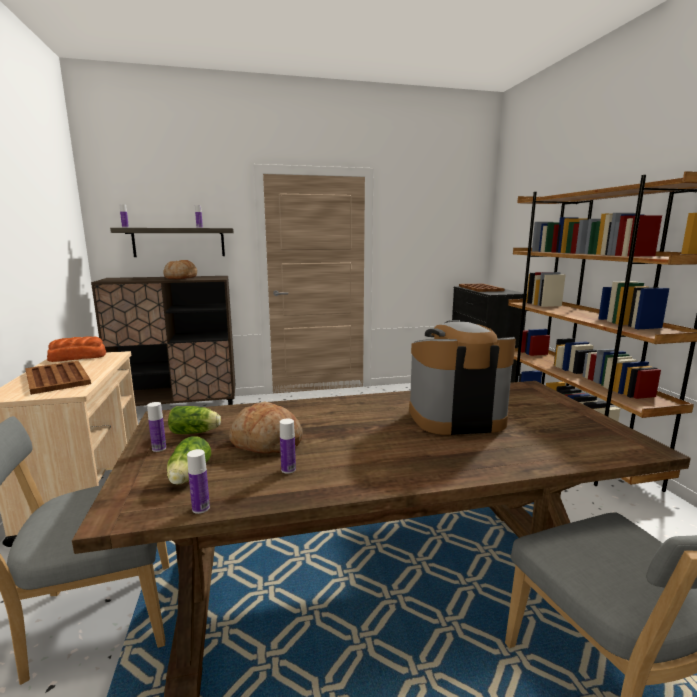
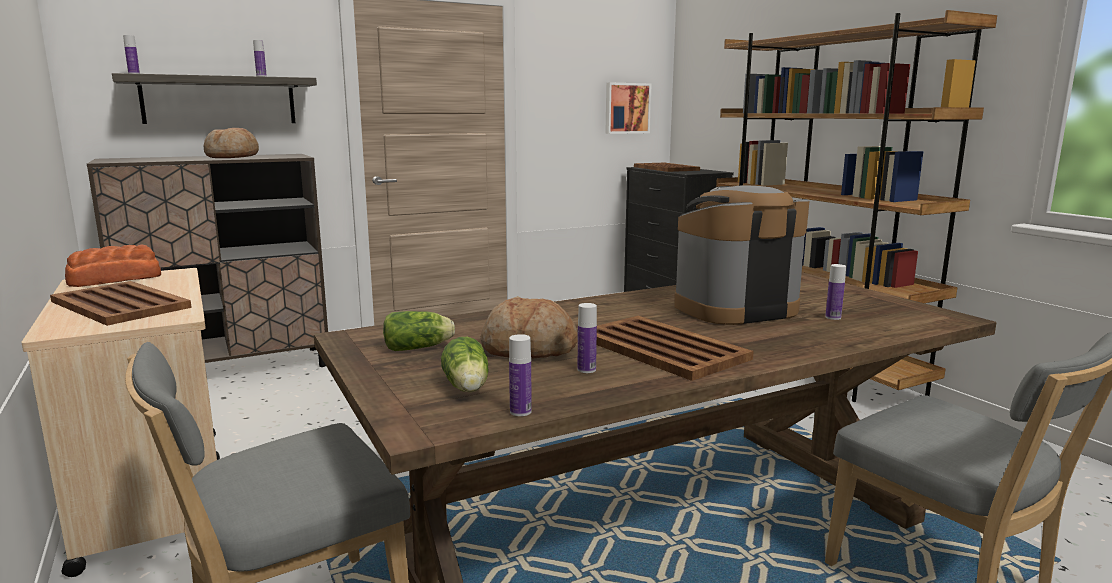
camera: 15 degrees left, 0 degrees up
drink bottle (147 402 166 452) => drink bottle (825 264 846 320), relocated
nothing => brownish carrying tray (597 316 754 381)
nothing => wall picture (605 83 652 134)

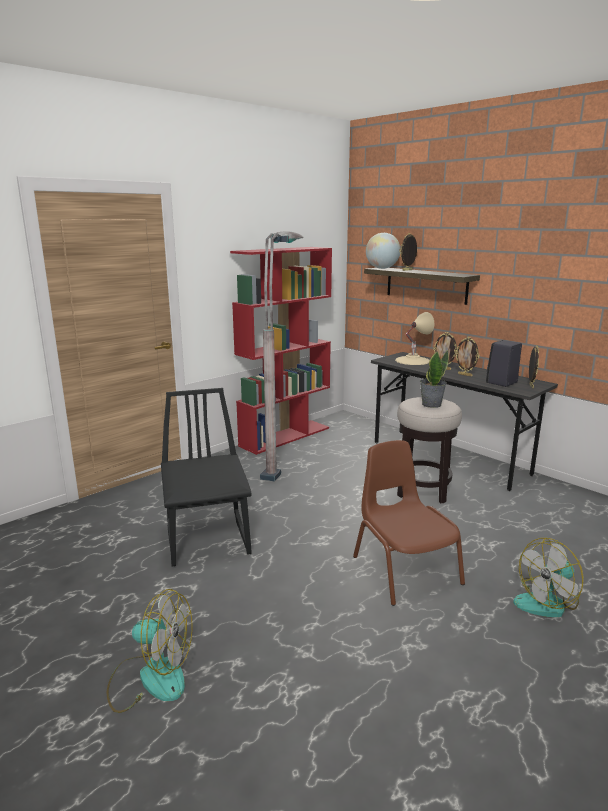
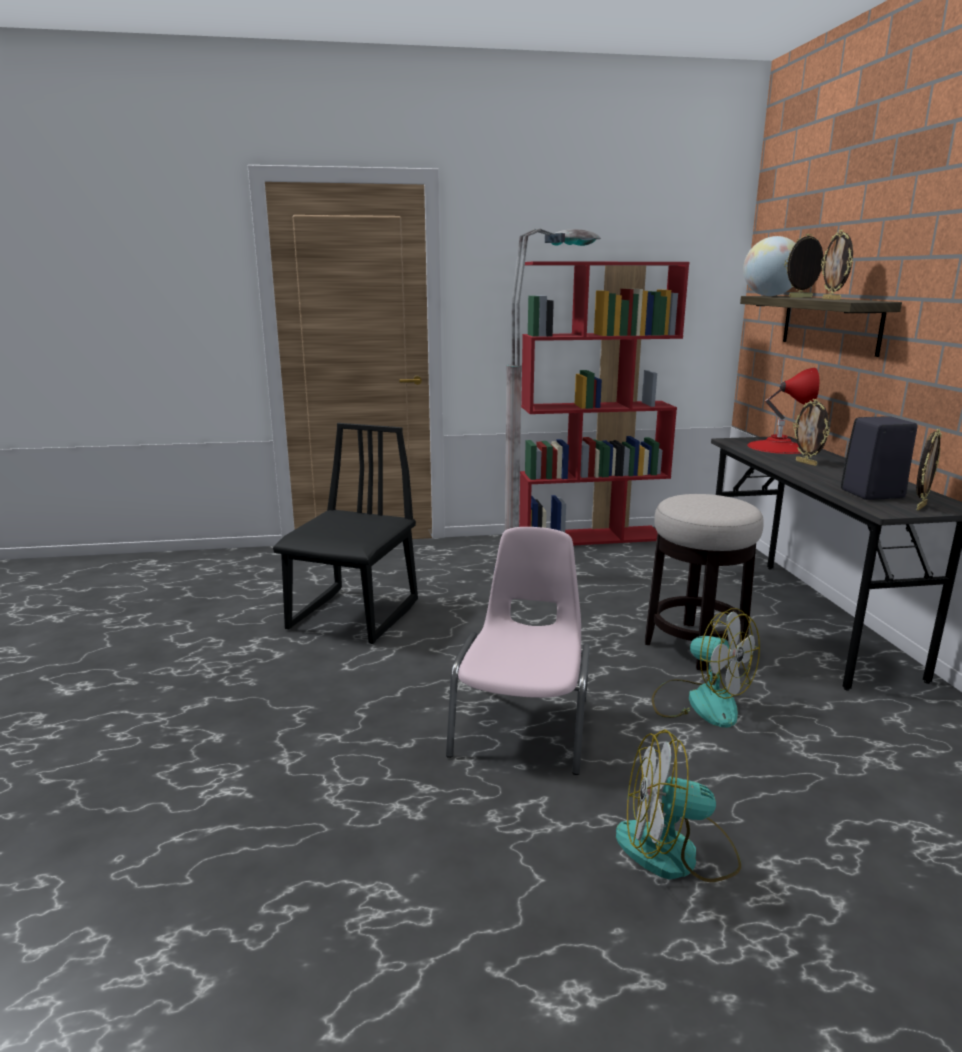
camera: 35 degrees right, 0 degrees up
electric fan (107 589 192 713) => electric fan (652 608 760 728), relocated
brownish chair (353 440 465 606) => pink chair (446 527 590 775)
sand-coloured tabletop lamp (395 312 434 365) => red tabletop lamp (747 368 819 454)
potted plant (420 350 449 408) => nothing
picture frame (455 337 480 376) => picture frame (821 230 853 300), relocated

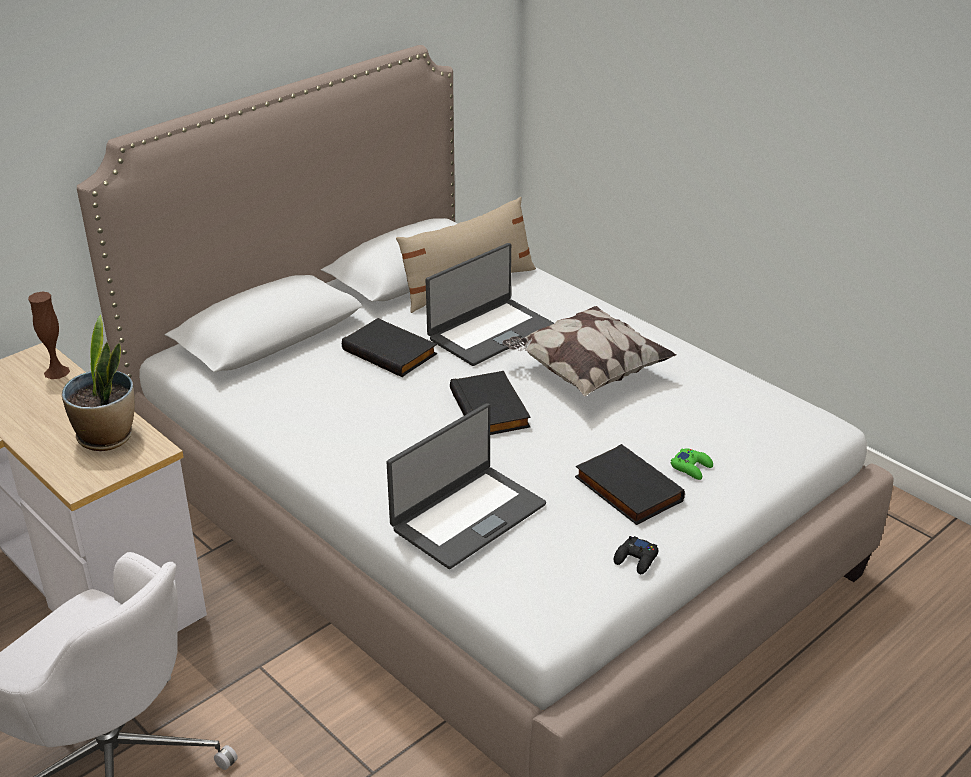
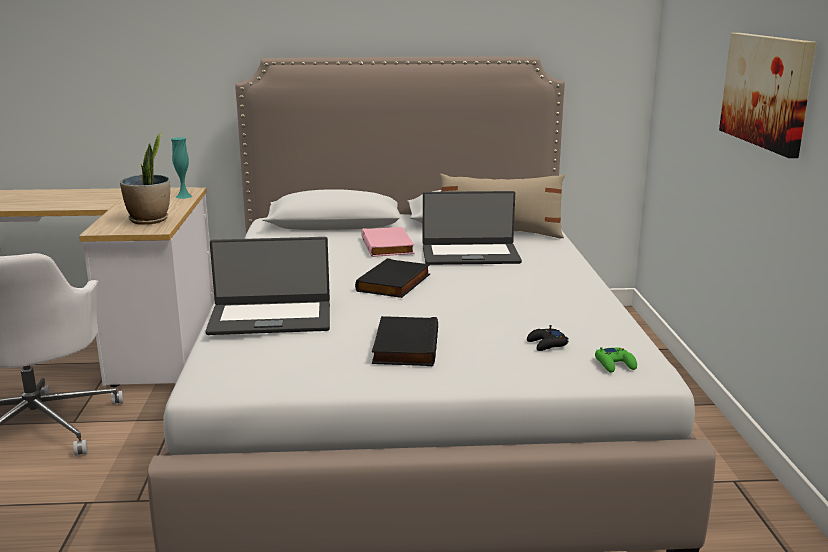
camera: 40 degrees right, 15 degrees down
brownish flower vase (28 292 70 379) => turquoise flower vase (171 137 193 199)
black-coloured book (342 318 437 377) => pink book (361 227 414 257)
cushion (502 306 677 396) => nothing
black-coloured game controller (614 536 658 574) => black-coloured game controller (527 325 569 351), relocated
green game controller (670 448 713 480) => green game controller (595 347 637 373), relocated
nothing => wall picture (719 33 817 158)

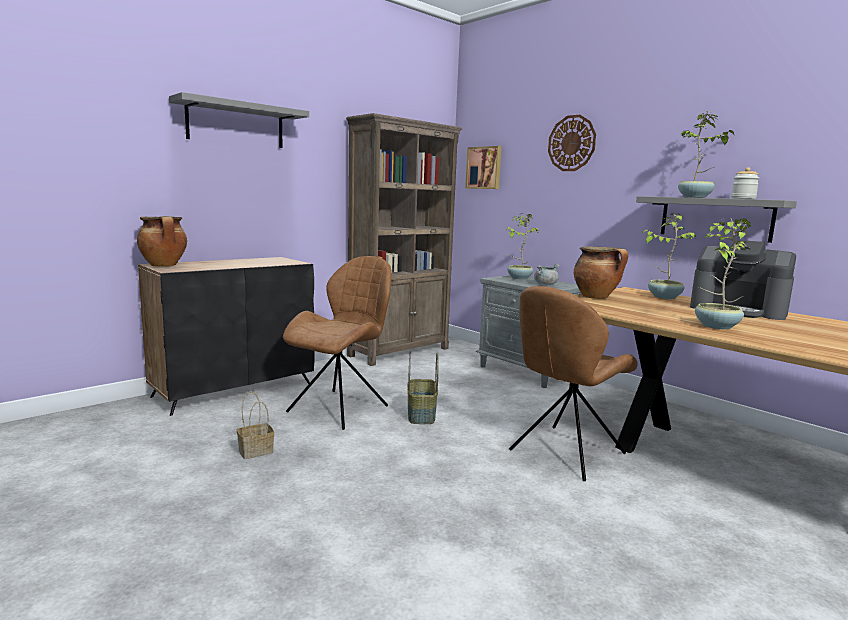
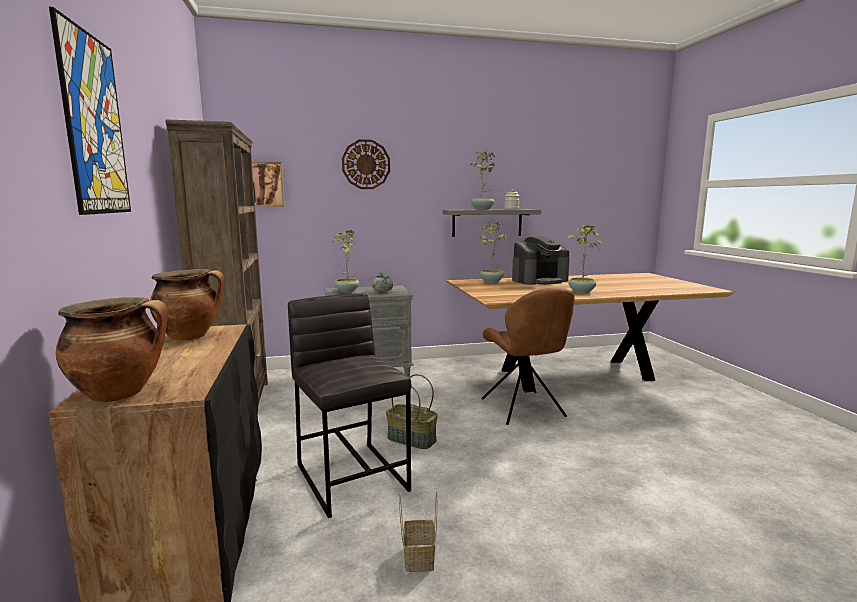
camera: 60 degrees left, 0 degrees up
grey wall shelf (169 92 309 148) => wall picture (49 7 131 215)
brownish chair (283 256 392 430) => grey sitting stool (288 294 411 518)
saucepot (574 247 628 299) => saucepot (150 269 224 341), relocated

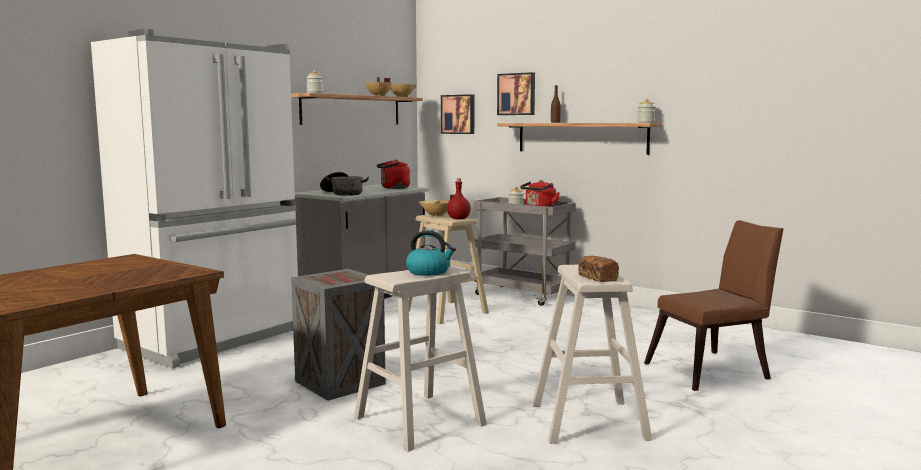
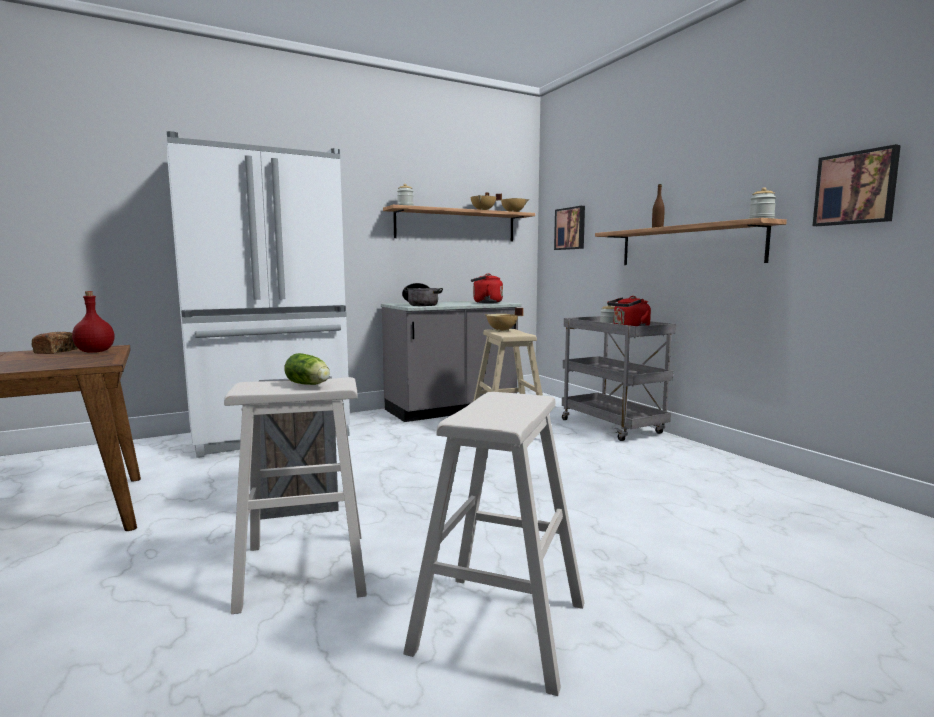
camera: 25 degrees right, 0 degrees up
kettle (406 230 456 276) => lettuce (285 353 330 385)
red drink bottle (447 178 471 219) => red drink bottle (72 291 115 353), relocated
wall picture (497 72 535 115) => wall picture (813 144 901 226), relocated
bread (578 256 619 282) => bread (31 332 78 354), relocated
brownish chair (644 220 784 391) => nothing

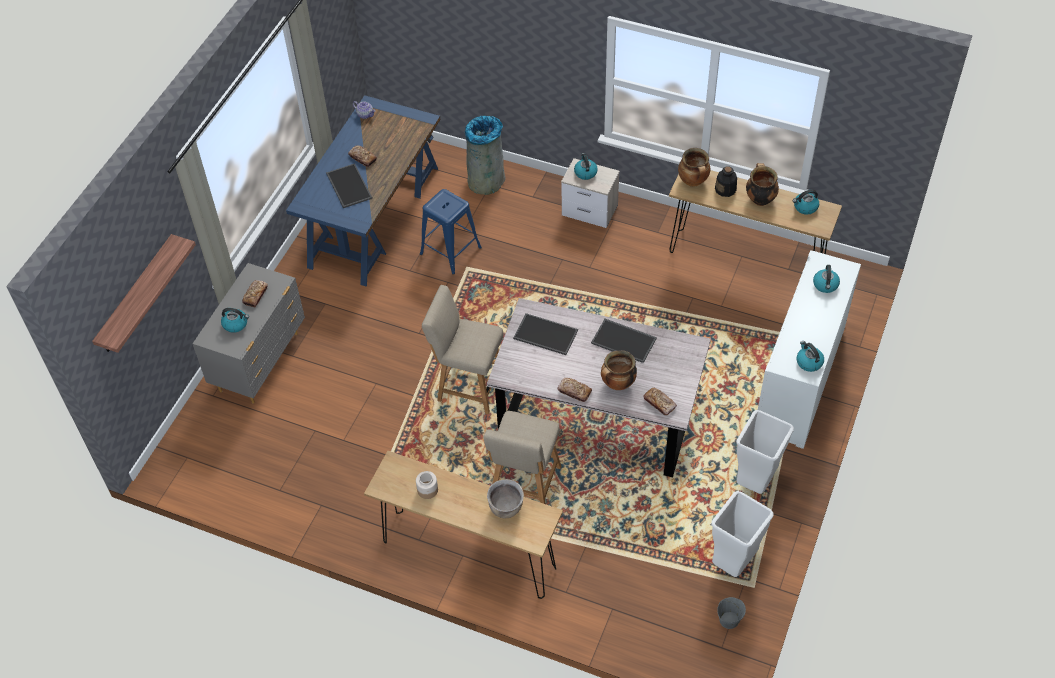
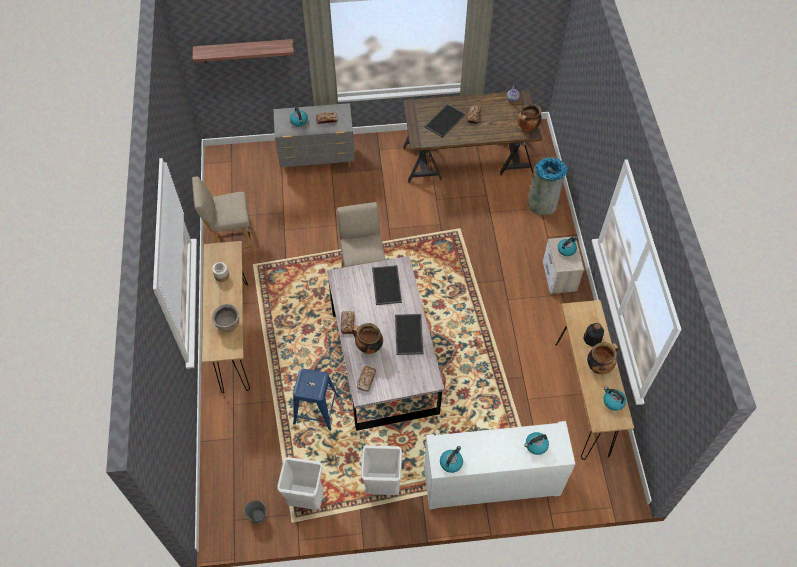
camera: 60 degrees right, 5 degrees up
blue-coloured desk (286 95 440 286) => brownish desk (403 90 542 183)
blue-coloured sitting stool (420 189 482 275) => blue-coloured sitting stool (293 369 339 431), relocated
sand-coloured chair (483 411 562 504) => sand-coloured chair (192 176 256 255), relocated
saucepot (678 148 710 187) => saucepot (517 103 542 132), relocated

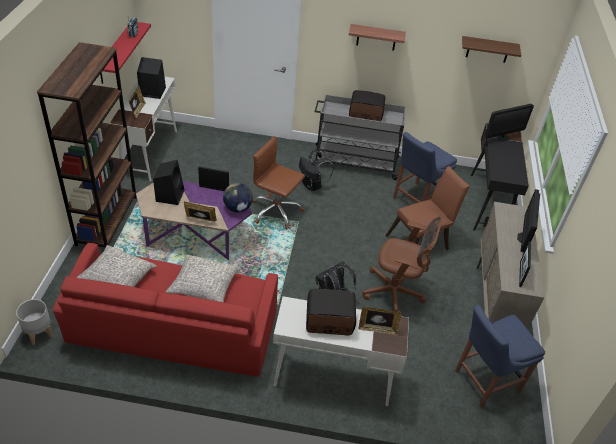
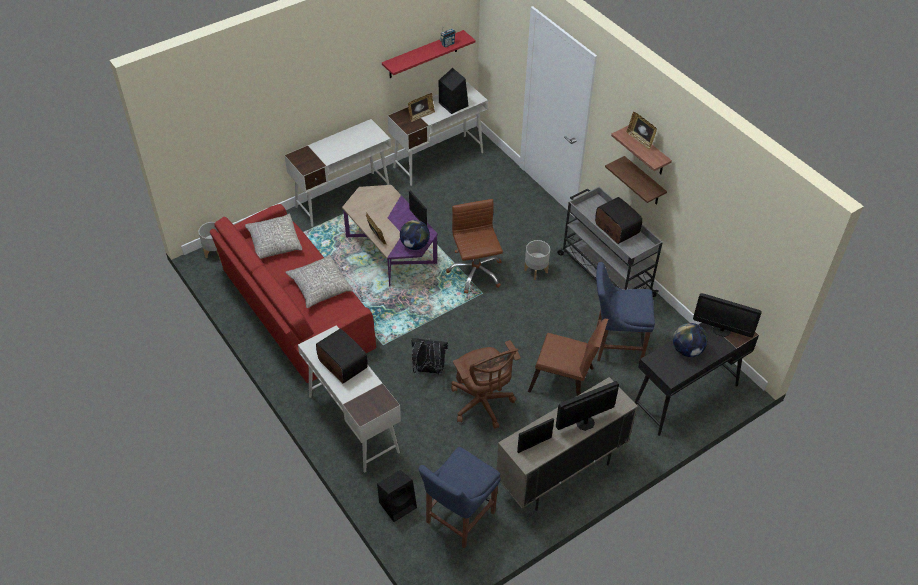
camera: 50 degrees right, 5 degrees up
brownish bookcase (37 42 137 248) => whitish desk (285 119 391 227)
black-coloured audio speaker (153 160 184 205) => black-coloured audio speaker (377 470 417 522), relocated
black-coloured backpack (299 149 333 191) => grey planter (524 240 550 280)
picture frame (359 307 402 336) => picture frame (627 112 657 150), relocated
blue-coloured chair (455 305 545 408) => blue-coloured chair (418 447 501 549), 75 degrees counterclockwise
wall shelf (462 36 521 63) => wall shelf (605 156 667 205), relocated
nothing => world globe (673 323 708 357)

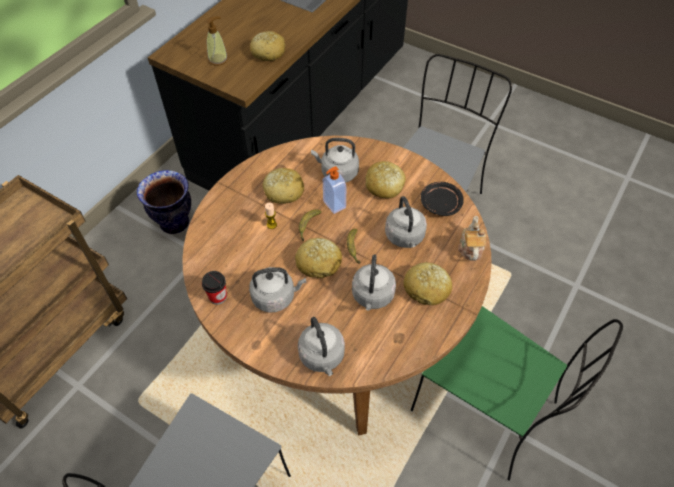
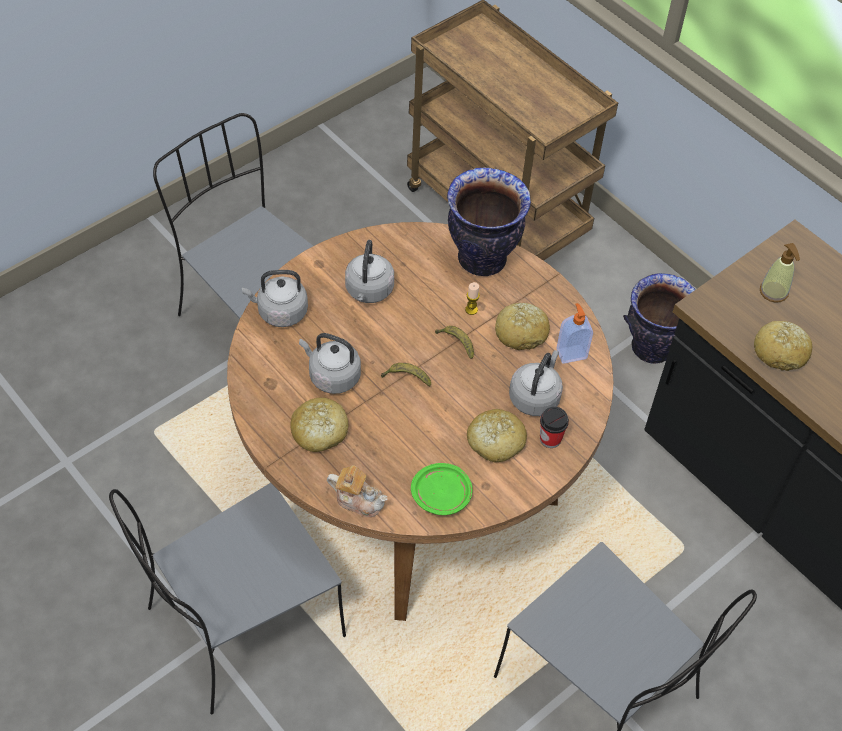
camera: 105 degrees right, 0 degrees up
drinking cup (202 271 227 305) => drinking cup (540 407 569 448), relocated
bread (295 238 342 278) => nothing
soap bottle (323 166 346 214) => soap bottle (556 303 593 364), relocated
grey kettle (385 196 427 248) => nothing
green chair (411 306 623 481) => grey chair (109 483 346 715)
black-coloured plate (421 182 464 216) => green plate (411 463 473 515)
nothing => flower vase (447 168 531 276)

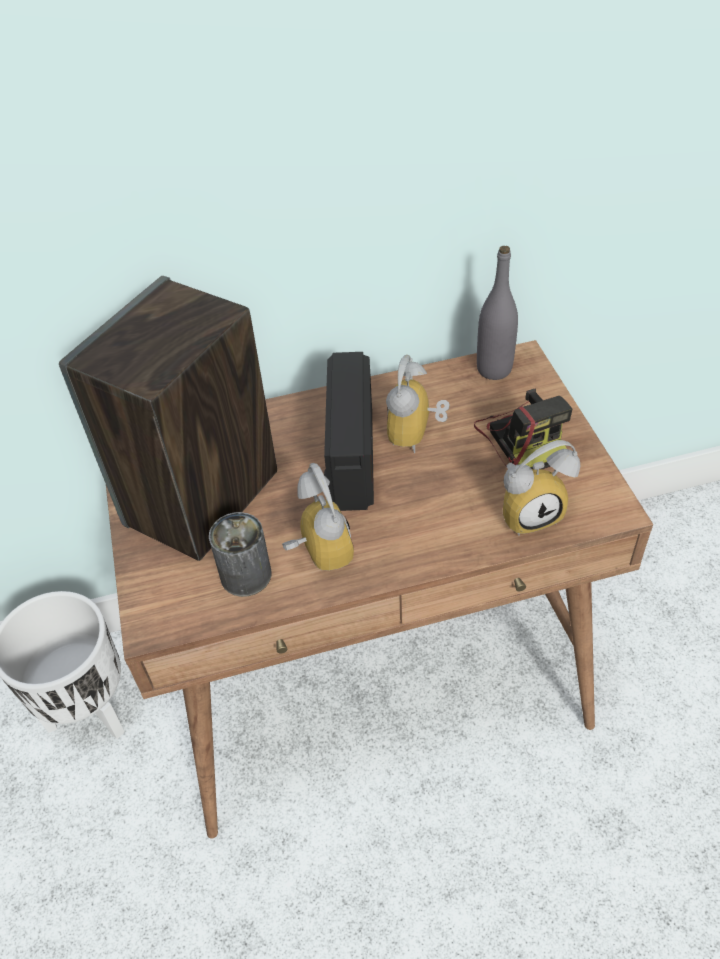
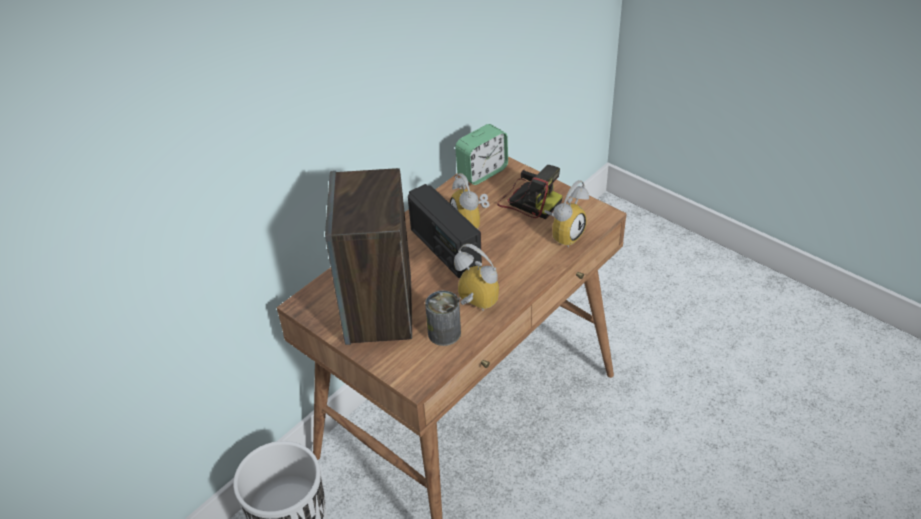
camera: 35 degrees left, 5 degrees down
grey drink bottle (477 246 518 380) => alarm clock (455 124 508 185)

